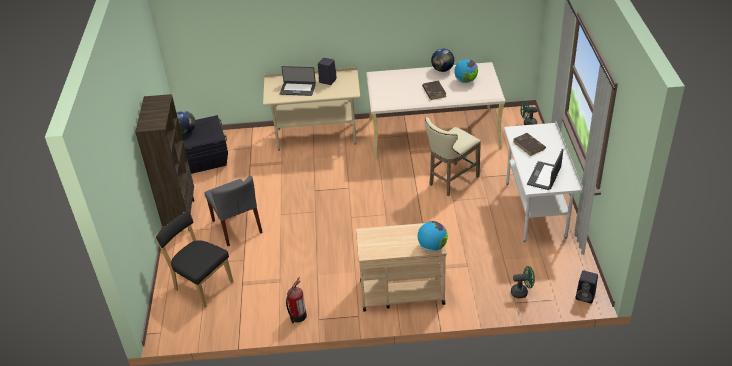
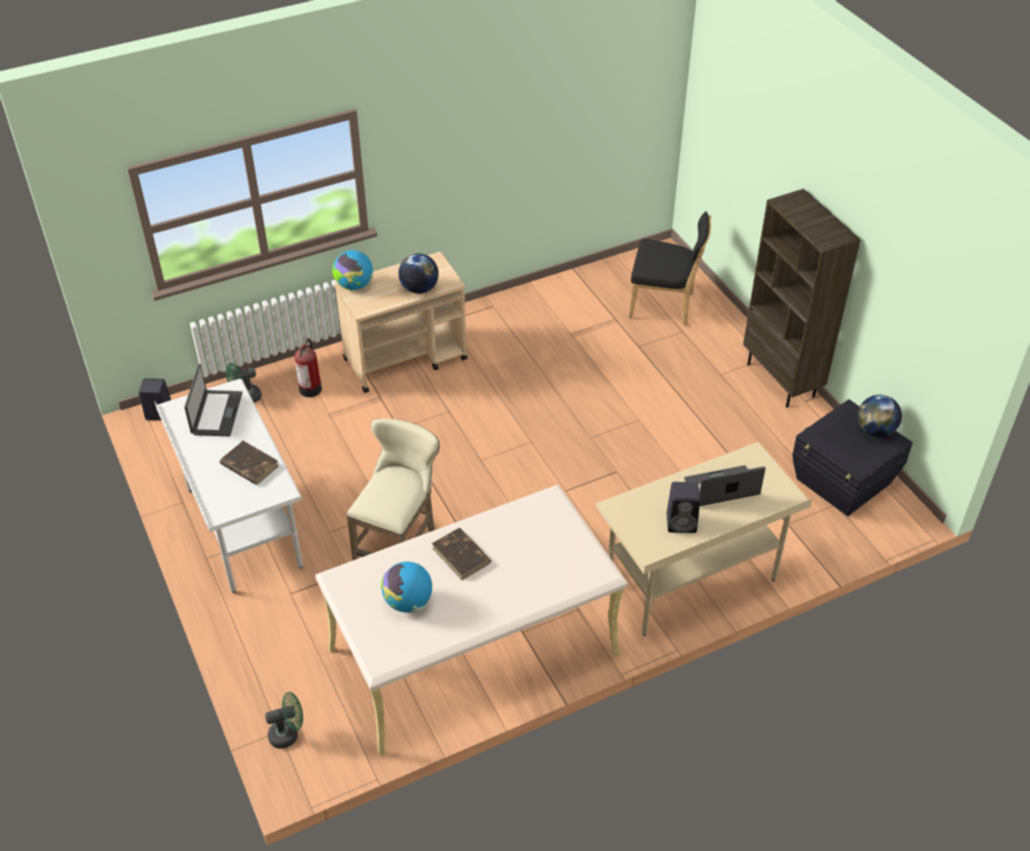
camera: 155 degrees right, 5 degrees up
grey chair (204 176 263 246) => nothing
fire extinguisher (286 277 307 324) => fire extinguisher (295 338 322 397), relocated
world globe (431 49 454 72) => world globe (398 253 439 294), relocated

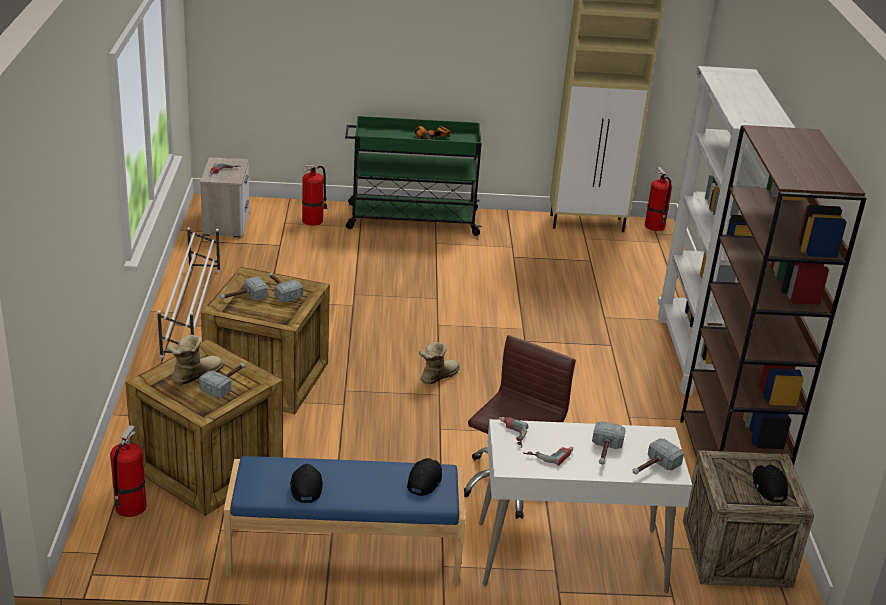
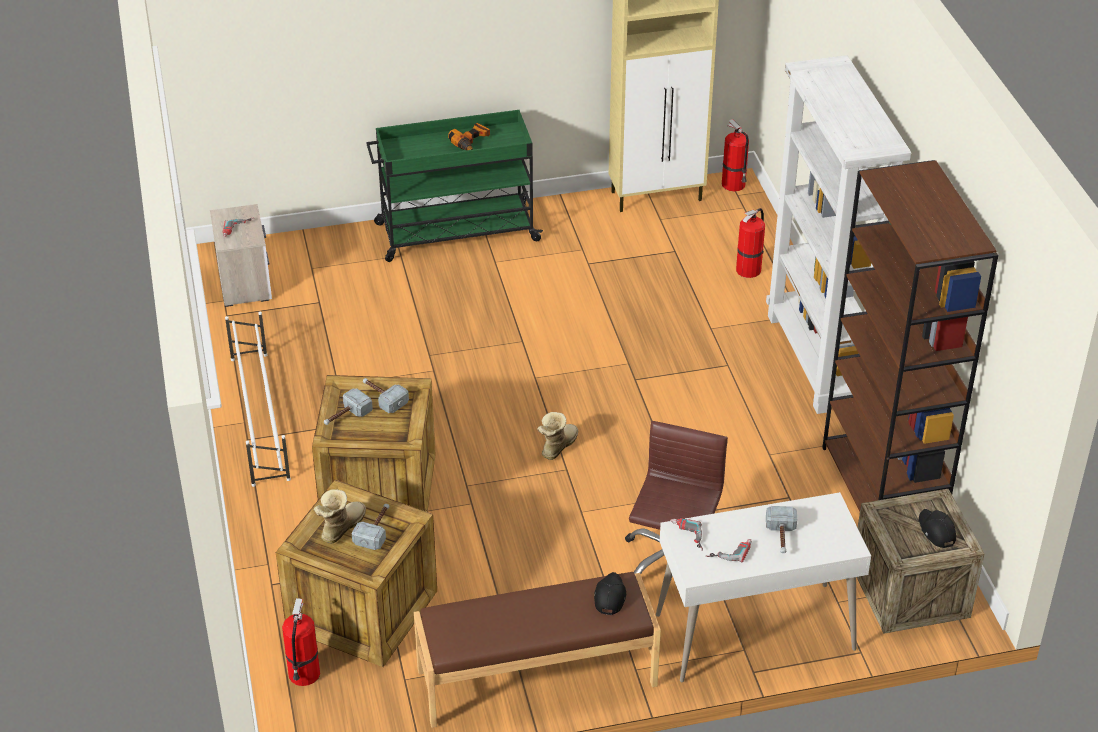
camera: 10 degrees left, 10 degrees up
blue-coloured indoor bench (224 456 465 585) => brownish indoor bench (414 572 661 728)
black-coloured peaked cap (290 464 323 503) => nothing
fire extinguisher (302 164 327 226) => fire extinguisher (736 208 765 278), relocated
hand hammer (632 438 684 475) => nothing

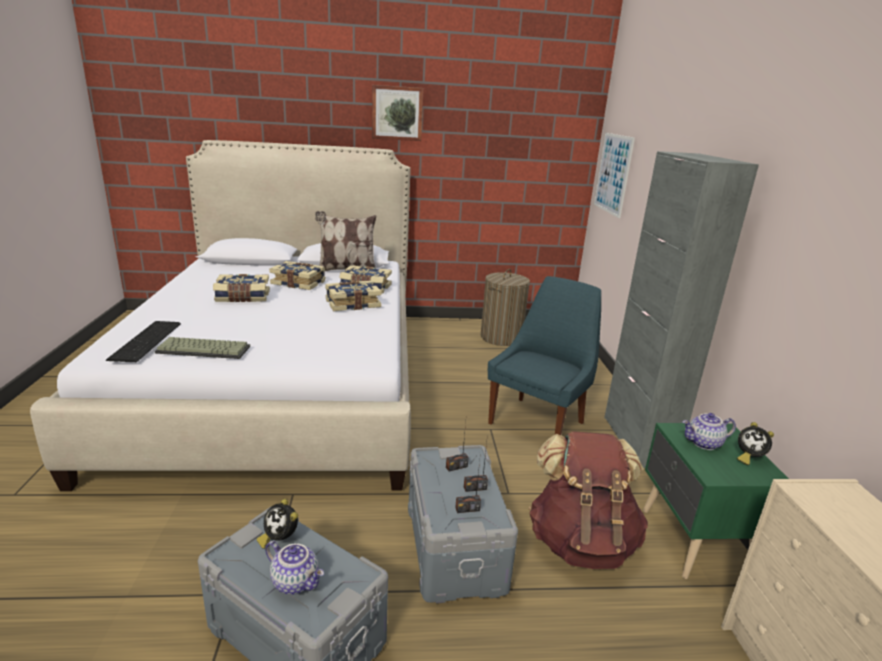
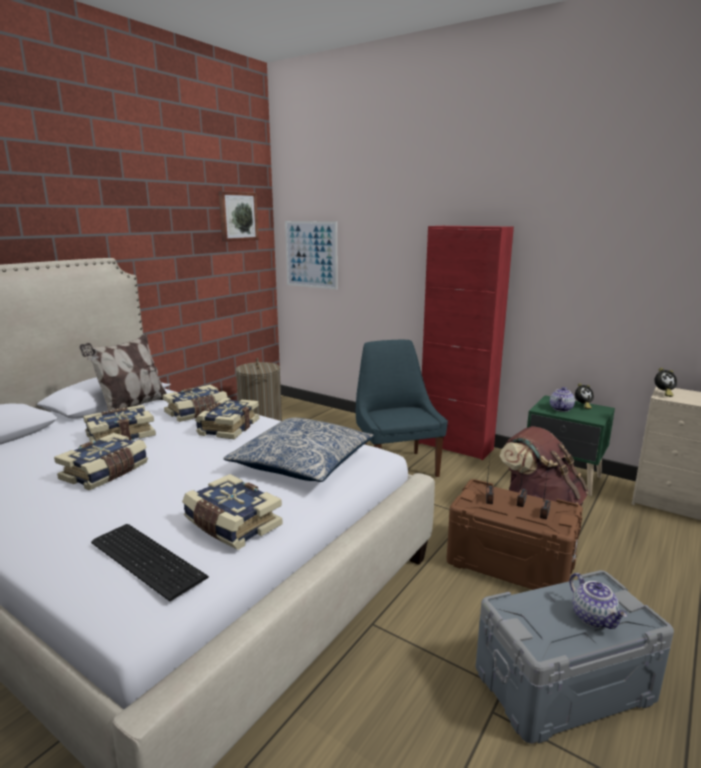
camera: 50 degrees left, 5 degrees down
computer keyboard (155 337 250 359) => book (182 474 283 550)
alarm clock (257 499 298 549) => alarm clock (655 368 677 397), relocated
tea pot (265 541 324 595) => tea pot (570 573 627 629), 90 degrees clockwise
wall picture (372 85 423 141) => wall picture (219 191 259 242), relocated
grey storage box (408 445 518 604) => brownish storage box (446 479 583 590)
grey cabinet (604 151 759 468) => red cabinet (419 226 514 460)
nothing => cushion (223 418 374 482)

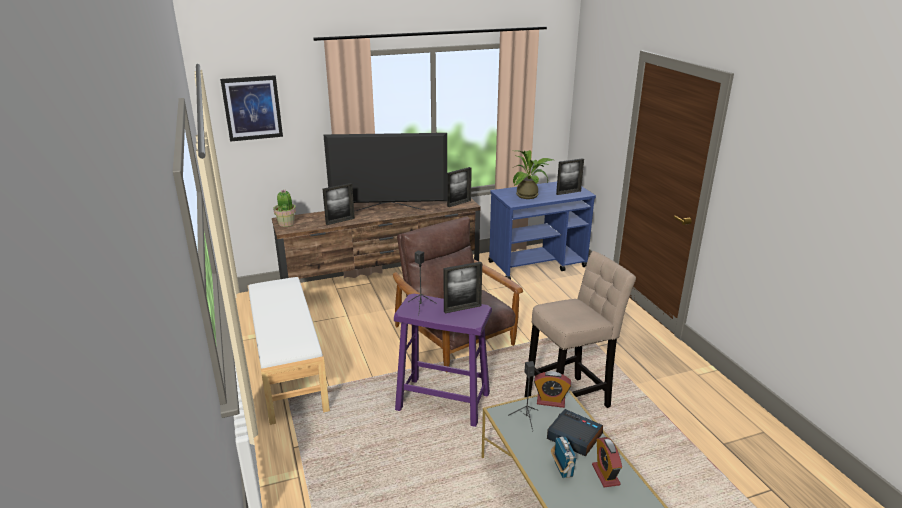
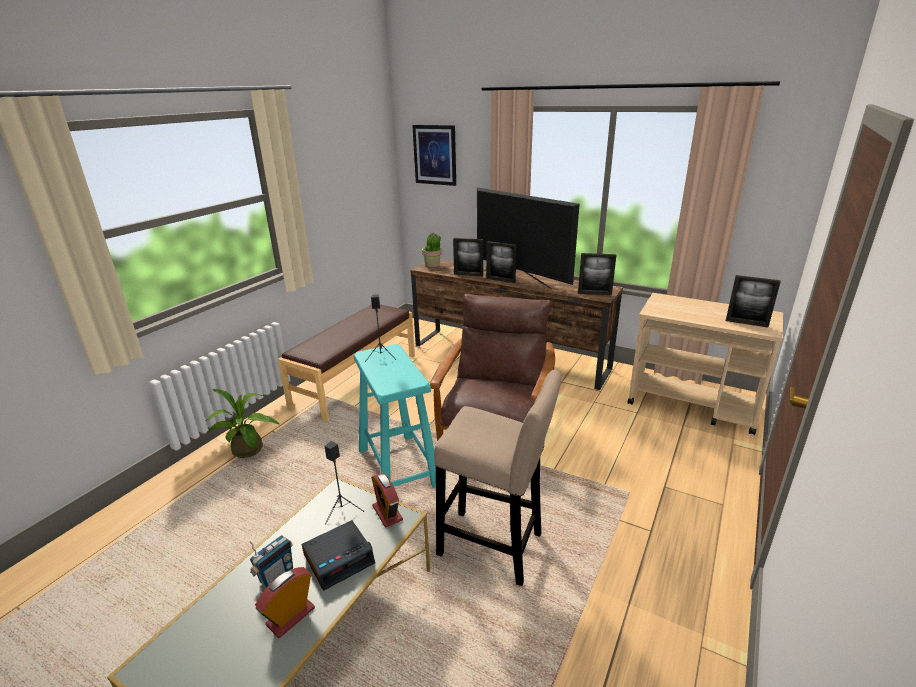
camera: 50 degrees right, 0 degrees up
whitish indoor bench (248 277 330 425) => brownish indoor bench (278 304 415 422)
purplish sitting stool (394 294 492 427) => turquoise sitting stool (354 344 436 488)
picture frame (443 262 482 313) => picture frame (486 241 517 283), relocated
blue-coloured cart (488 182 596 280) => sand-coloured cart (627 293 784 435)
potted plant (513 150 553 199) => potted plant (205 389 280 458), relocated
alarm clock (547 409 603 457) => alarm clock (302 520 375 591), 60 degrees clockwise

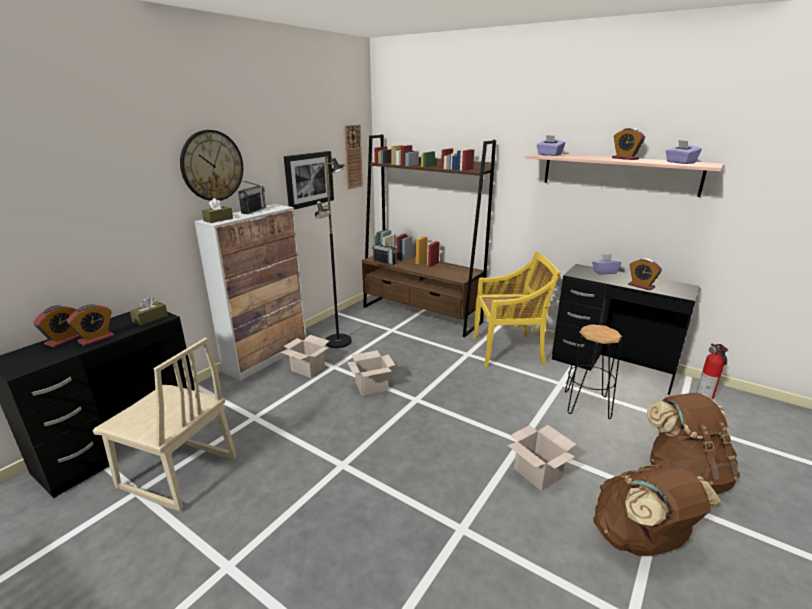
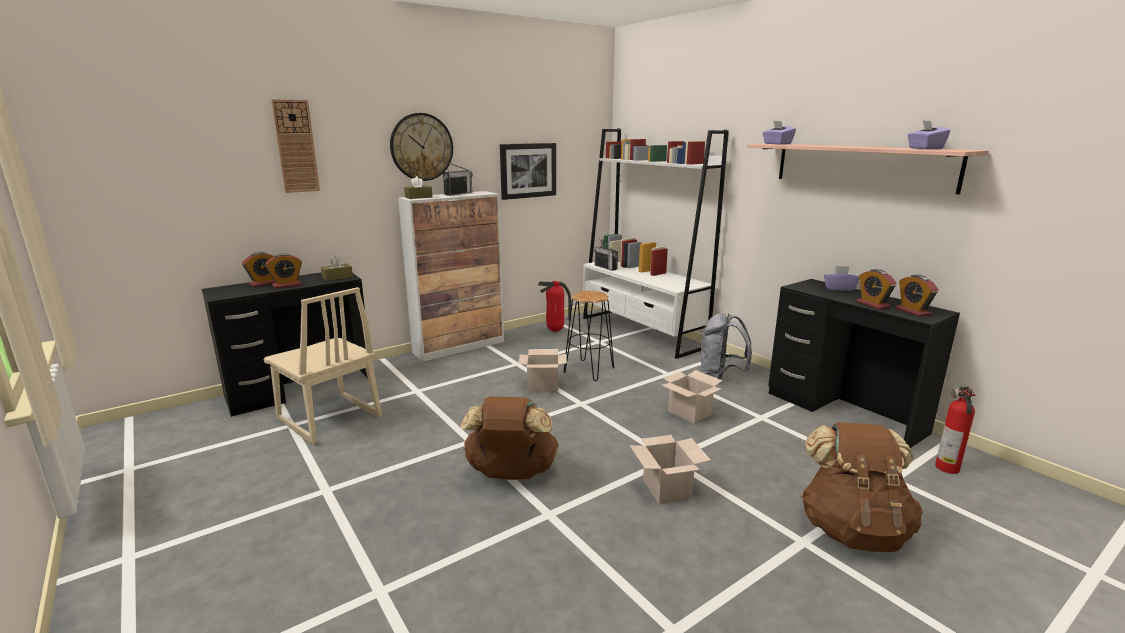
camera: 20 degrees right, 5 degrees down
carton (281 335 329 378) => carton (662 370 722 424), relocated
black-coloured standing lamp (315 156 352 348) => nothing
hanging clock (344 125 363 189) => hanging clock (271 99 320 193), relocated
brownish bookcase (362 134 496 337) => whitish bookcase (583 129 729 359)
yellow-coloured chair (473 251 561 366) => grey backpack (701 313 752 380)
black-coloured sitting stool (565 324 622 419) => black-coloured sitting stool (564 291 614 381), relocated
brownish backpack (594 464 723 556) => brownish backpack (461 397 559 480), relocated
alarm clock (612 128 645 160) => alarm clock (895 275 939 317), relocated
nothing => fire extinguisher (538 281 571 332)

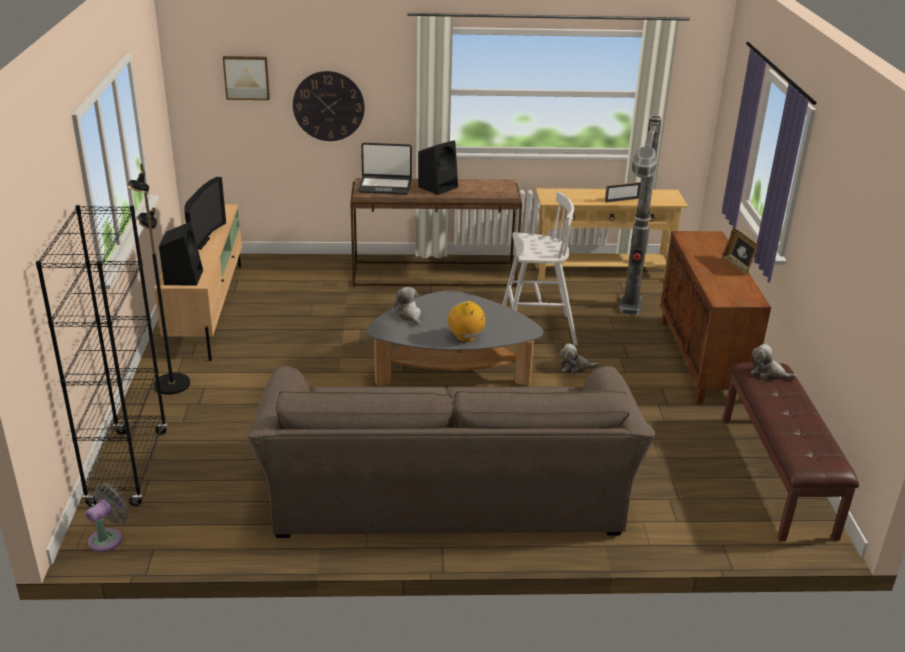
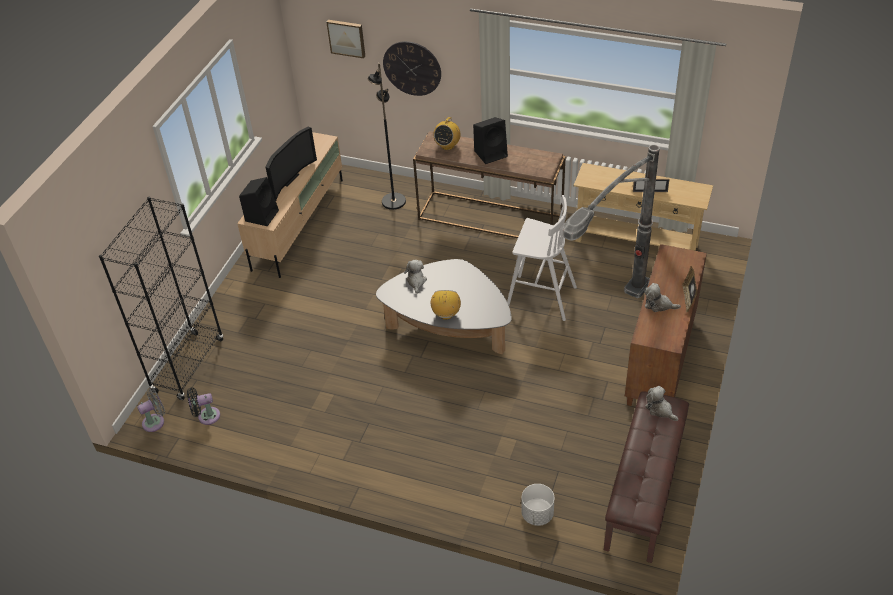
camera: 25 degrees right, 15 degrees up
black-coloured standing lamp (127 164 190 395) => black-coloured standing lamp (368 63 406 210), relocated
brownish settee (247 366 656 538) => nothing
portable computer (358 143 412 195) => radio receiver (434 117 461 150)
soft toy (560 343 599 374) => soft toy (644 283 681 312), relocated
nothing => black-coloured electric fan (187 388 220 425)
nothing => whitish planter (521 484 554 526)

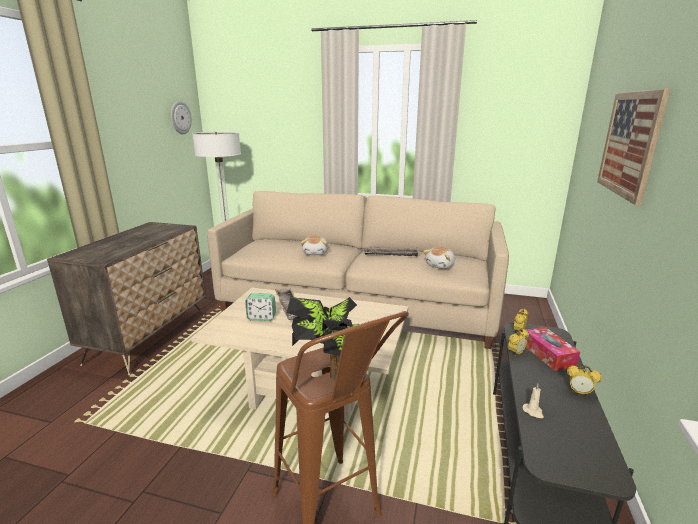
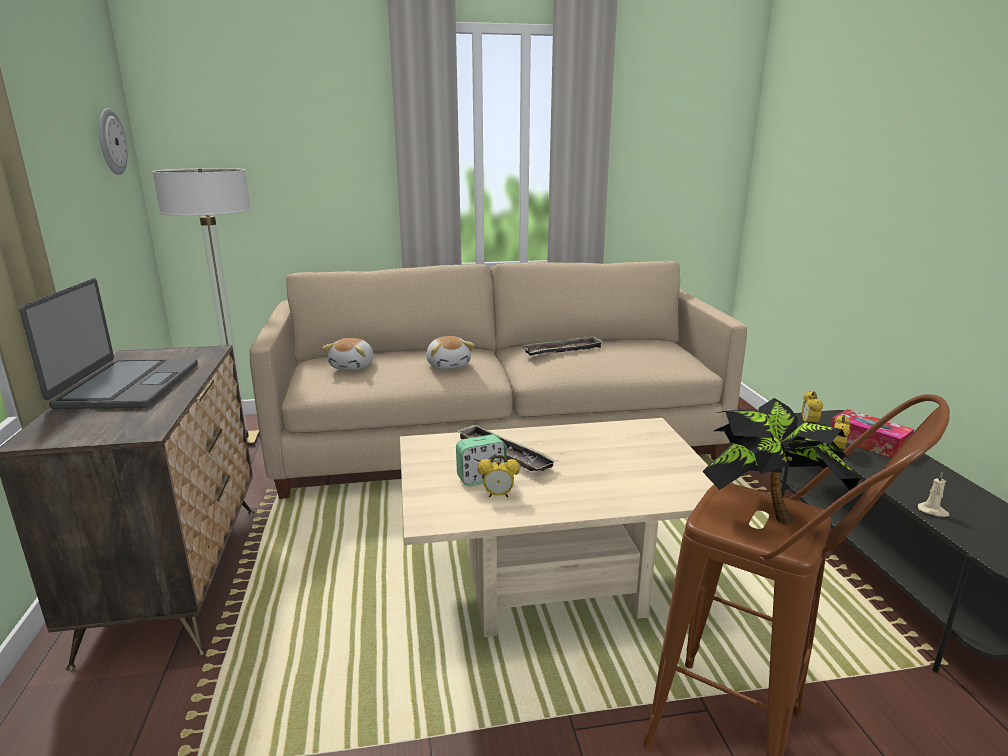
camera: 25 degrees left, 0 degrees up
soft toy (423 247 455 269) => soft toy (322 338 374 370), relocated
alarm clock (567 365 602 396) => alarm clock (477 455 520 497), relocated
wall picture (597 89 670 206) => nothing
nothing => portable computer (19 278 198 409)

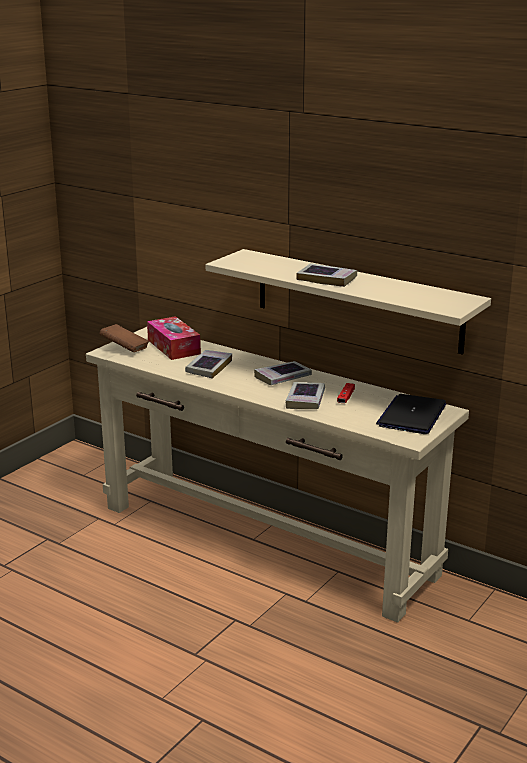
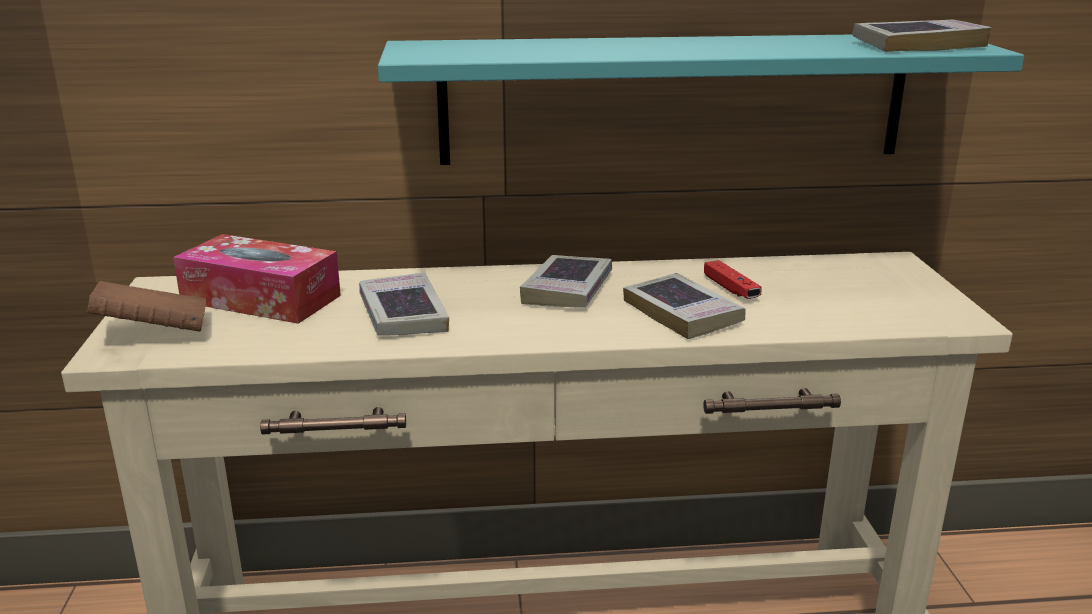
camera: 40 degrees left, 0 degrees up
sand-coloured wall shelf (206 249 491 355) => turquoise wall shelf (378 35 1024 165)
book (296 263 357 287) => book (852 20 992 52), relocated
portable computer (376 394 446 434) => nothing

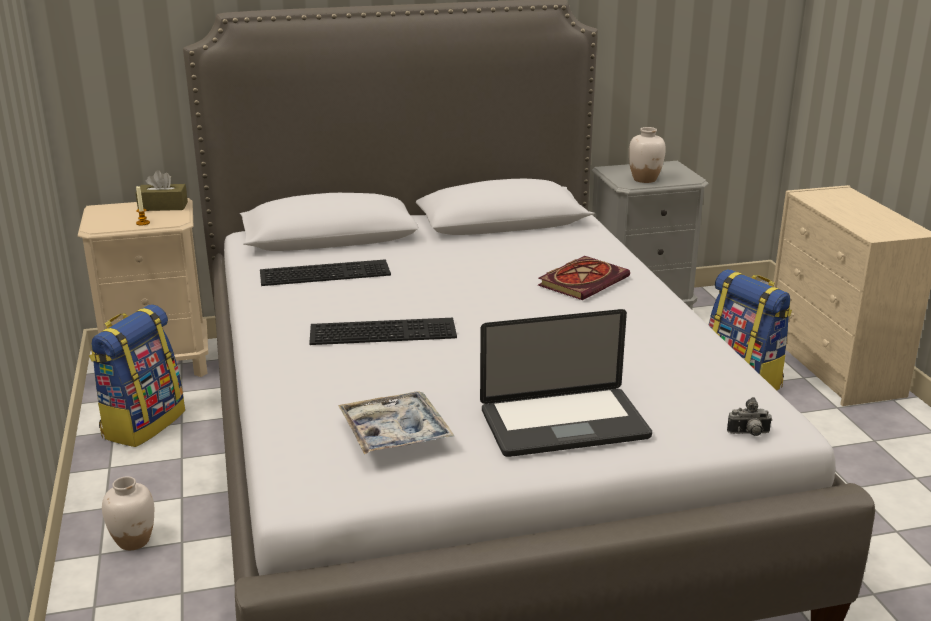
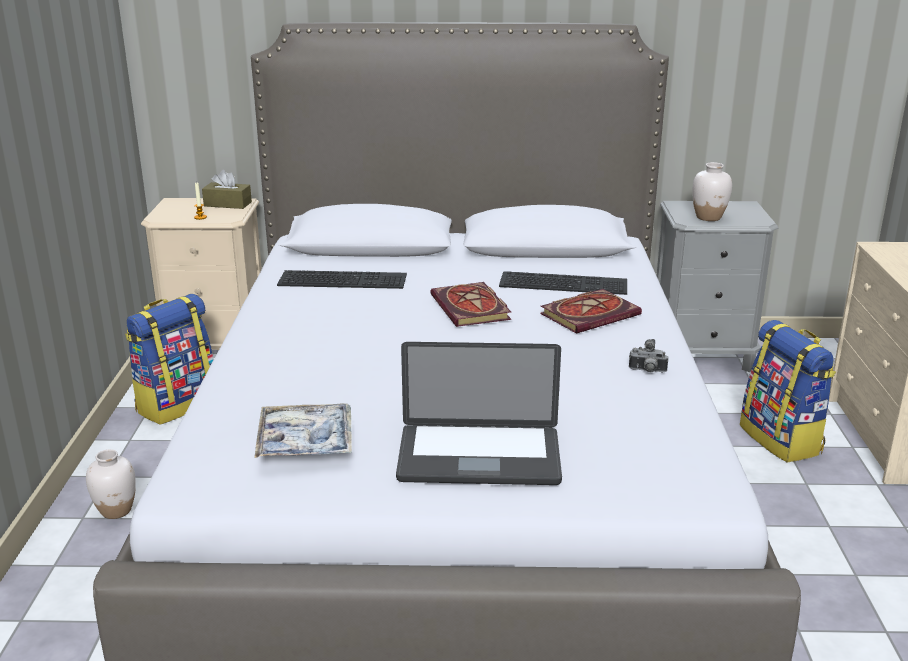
camera: 15 degrees right, 0 degrees up
computer keyboard (309 318 457 345) => computer keyboard (499 271 627 295), relocated
still camera (727 397 772 436) => still camera (629 339 669 372), relocated
nothing => book (430 282 511 327)

